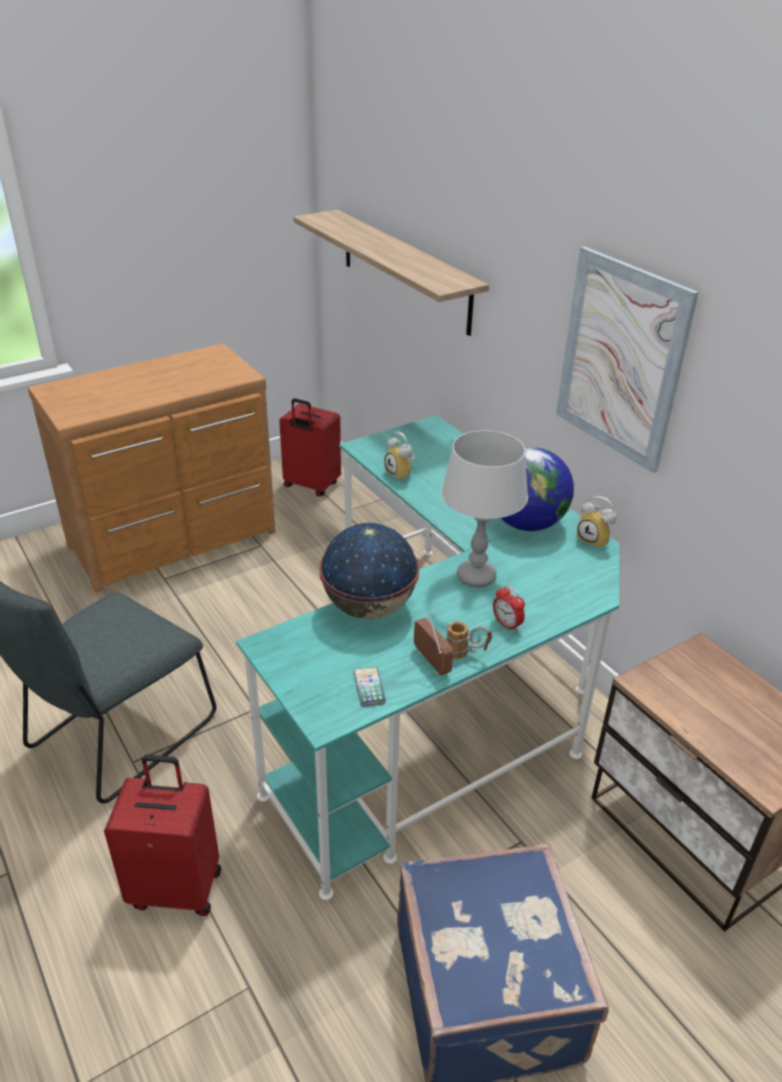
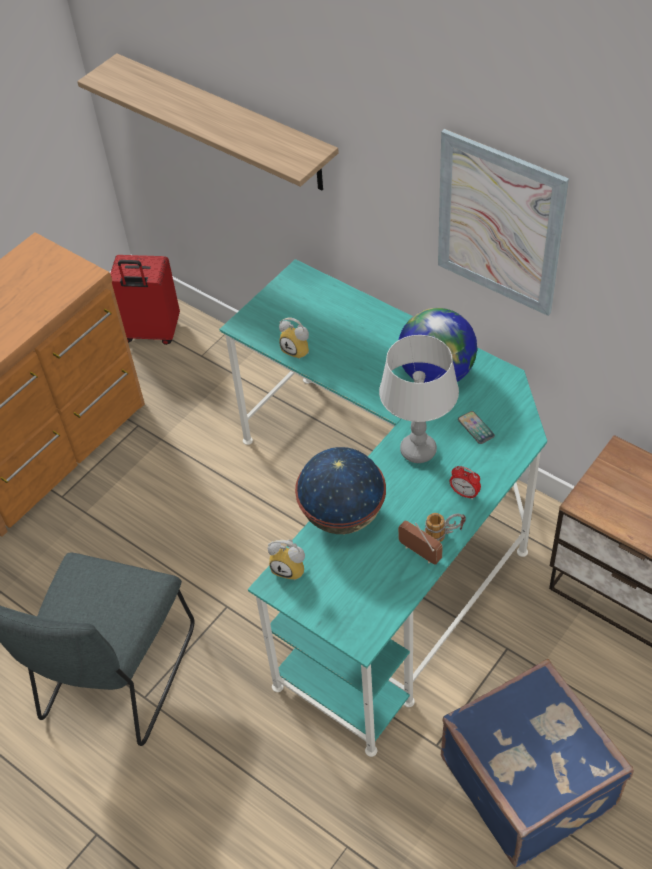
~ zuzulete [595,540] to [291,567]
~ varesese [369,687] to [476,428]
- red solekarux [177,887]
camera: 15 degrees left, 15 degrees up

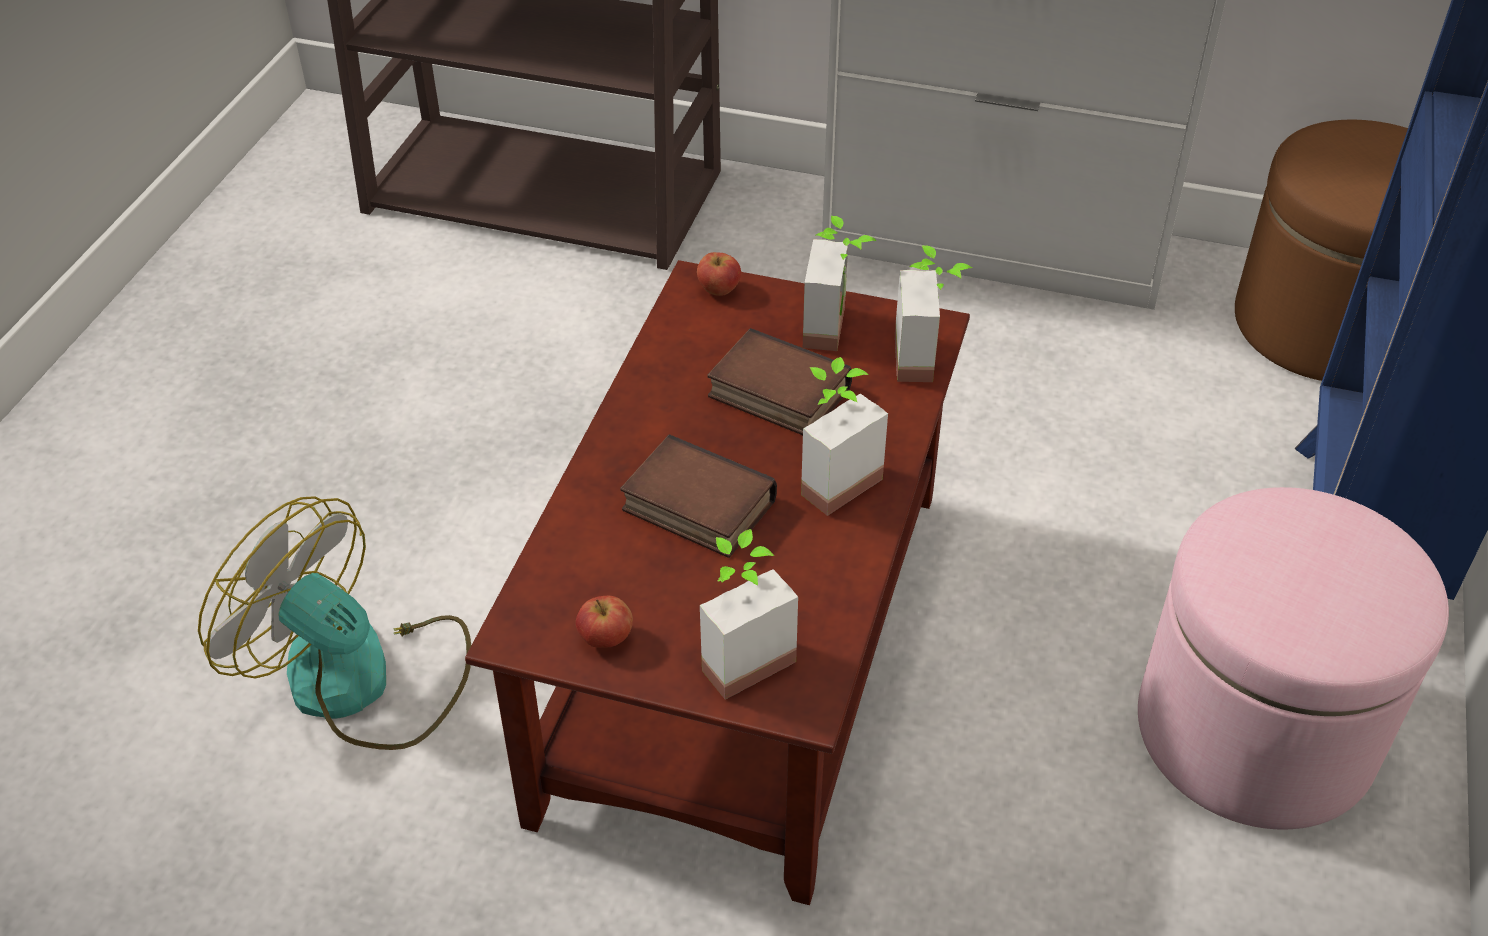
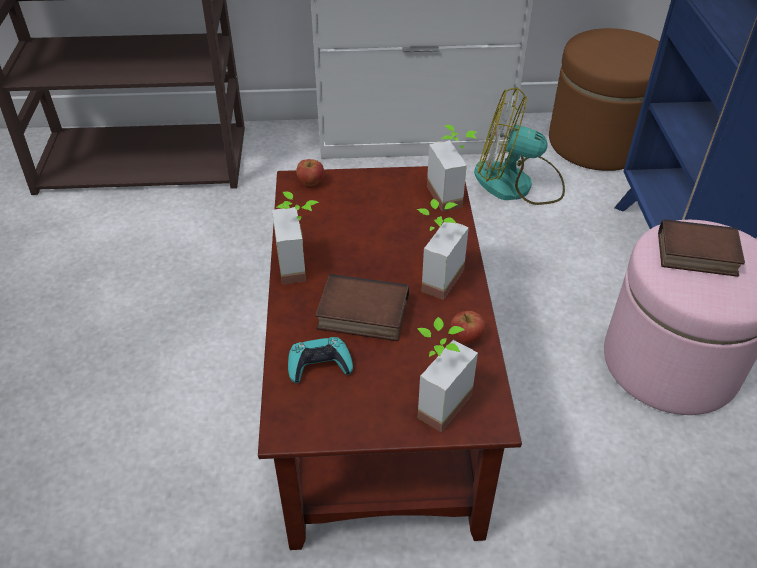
~ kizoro [838,328] to [301,265]
~ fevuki [775,394] to [695,255]
~ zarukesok [362,680] to [517,184]
~ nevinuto [606,639] to [466,338]
+ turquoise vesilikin [319,365]
camera: 20 degrees left, 0 degrees up

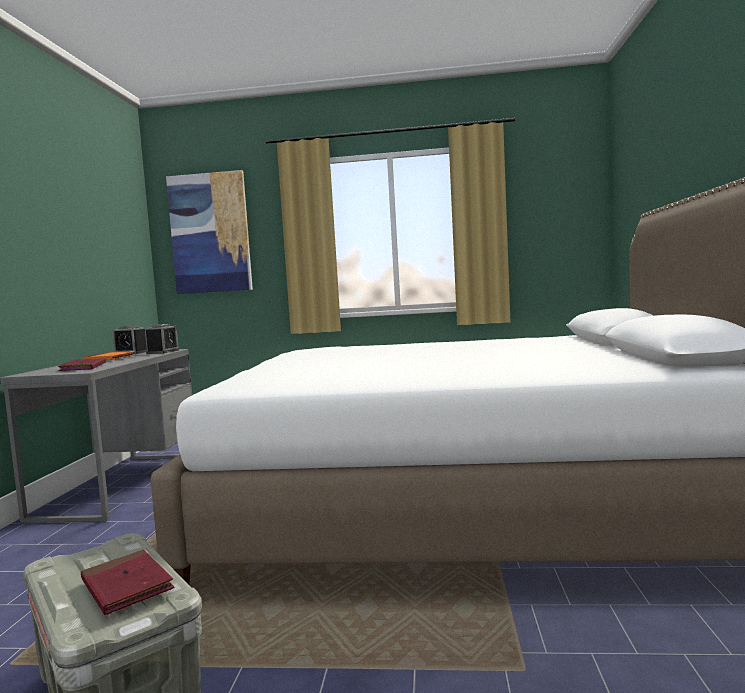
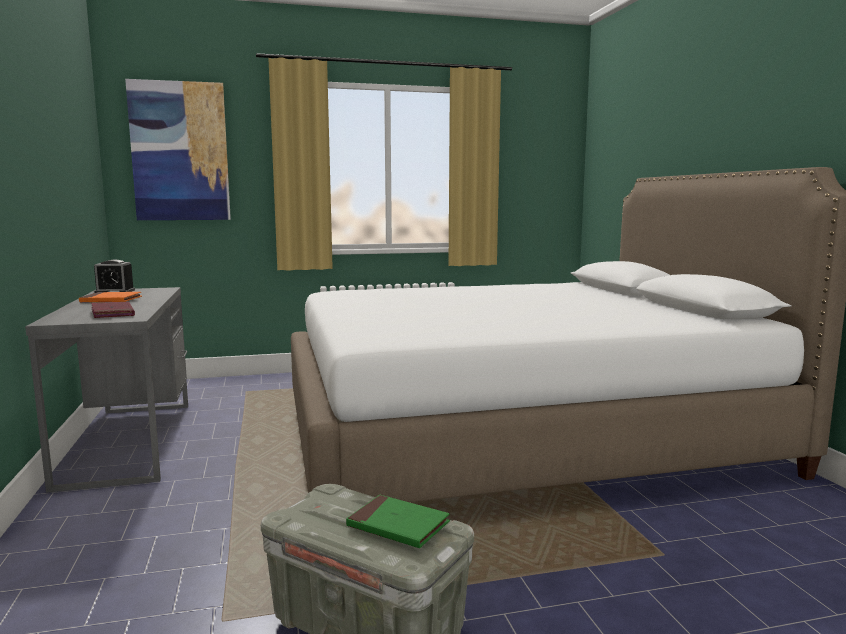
- zuzulete [163,352]
~ red fevuki [126,586] to green fevuki [398,525]
camera: 20 degrees left, 5 degrees up

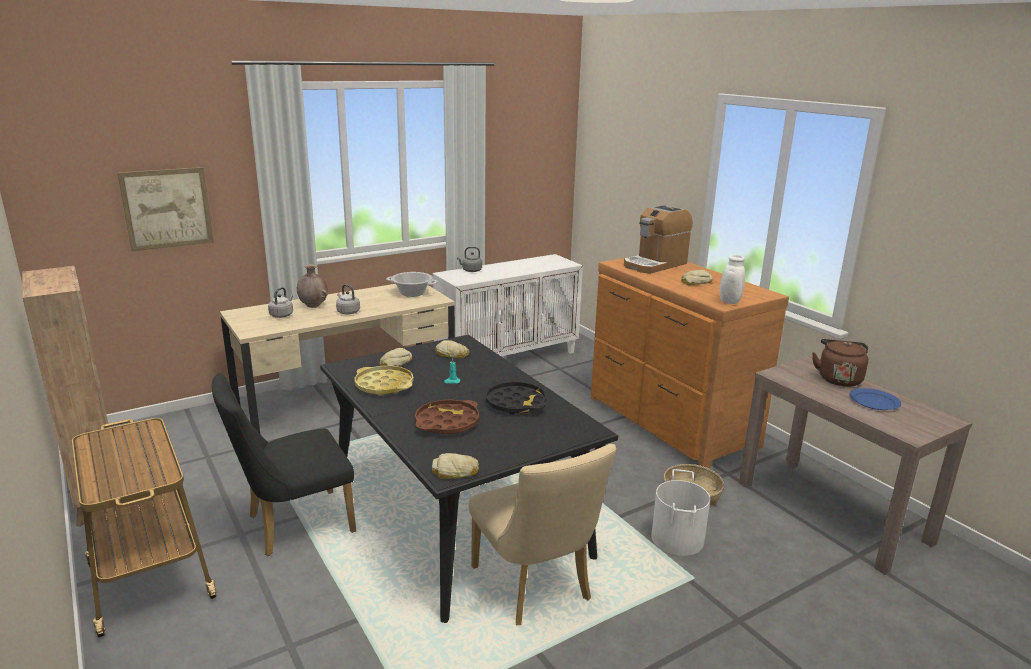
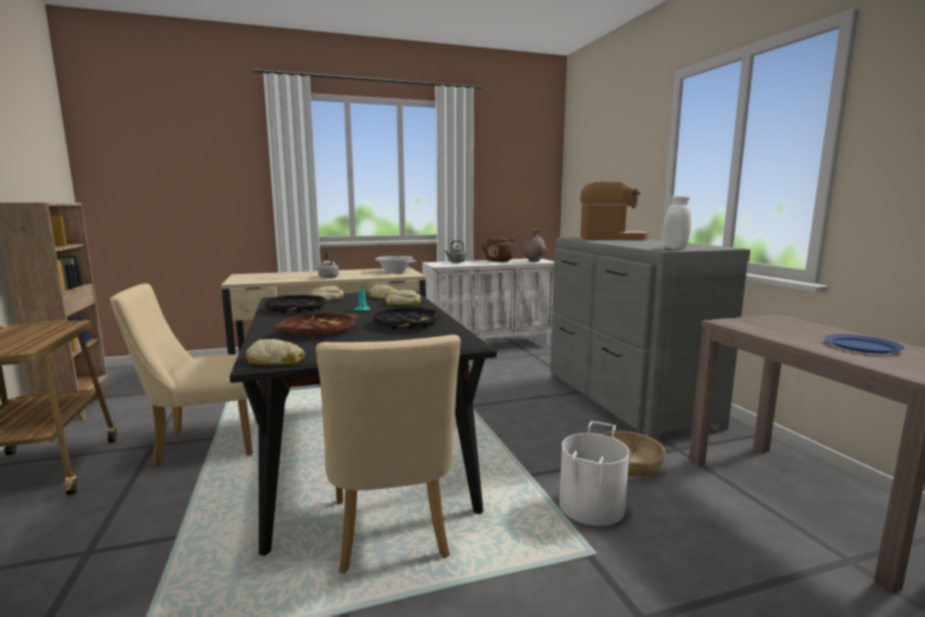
- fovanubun [167,208]
~ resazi [655,264] = [611,238] 150 degrees counterclockwise
~ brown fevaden [669,422] to grey fevaden [625,400]
~ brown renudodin [313,306] to [534,261]
~ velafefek [695,282] to [403,303]
- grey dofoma [282,315]
~ brown dofoma [838,379] to [499,261]
~ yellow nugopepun [384,385] to black nugopepun [296,308]
~ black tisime [293,525] to beige tisime [202,444]
camera: 15 degrees right, 10 degrees down

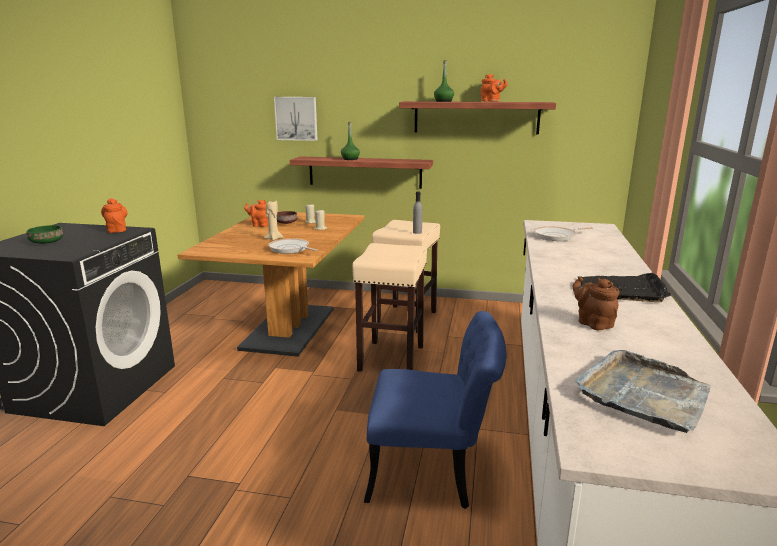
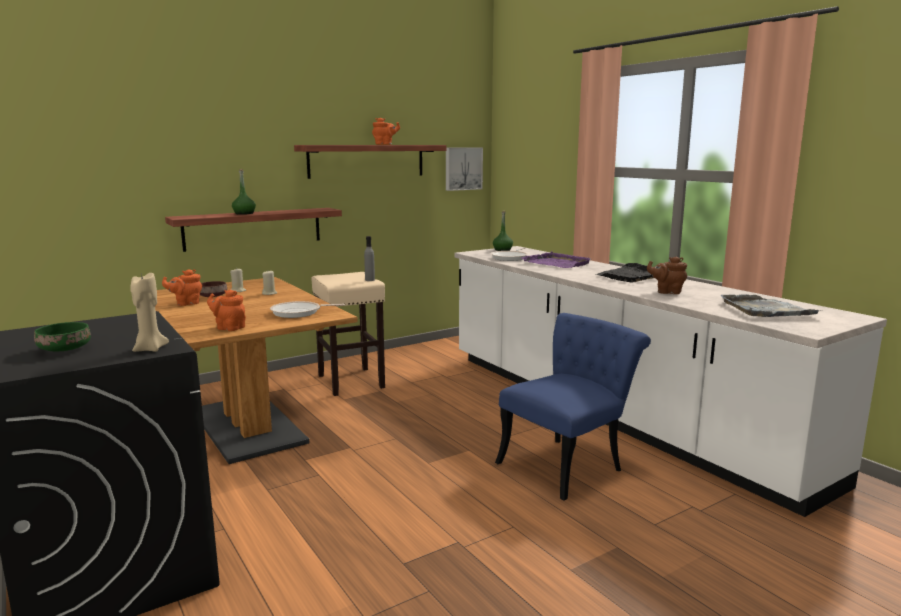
~ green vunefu [443,101] to [502,250]
~ fovanubun [296,118] to [463,168]
~ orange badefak [117,230] to [229,328]
~ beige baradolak [273,239] to [149,349]
- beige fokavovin [391,359]
+ purple nugopepun [556,263]
camera: 45 degrees left, 5 degrees down

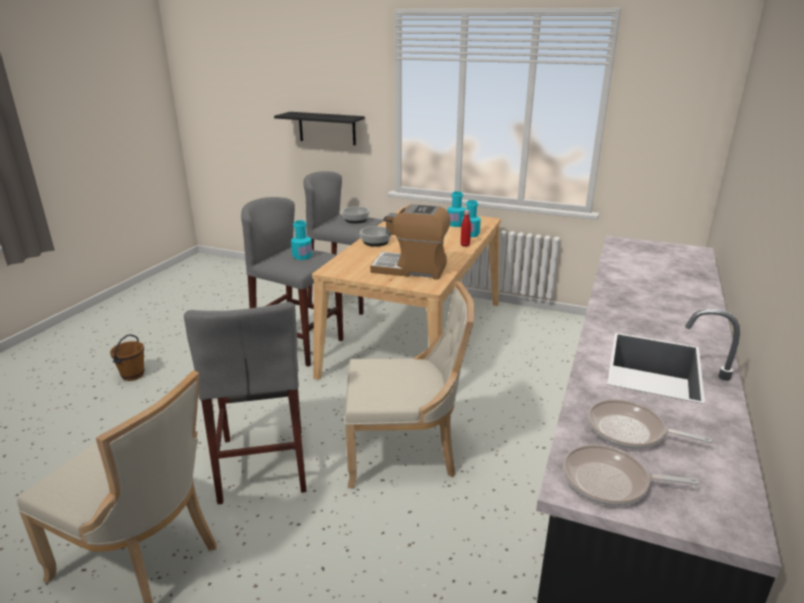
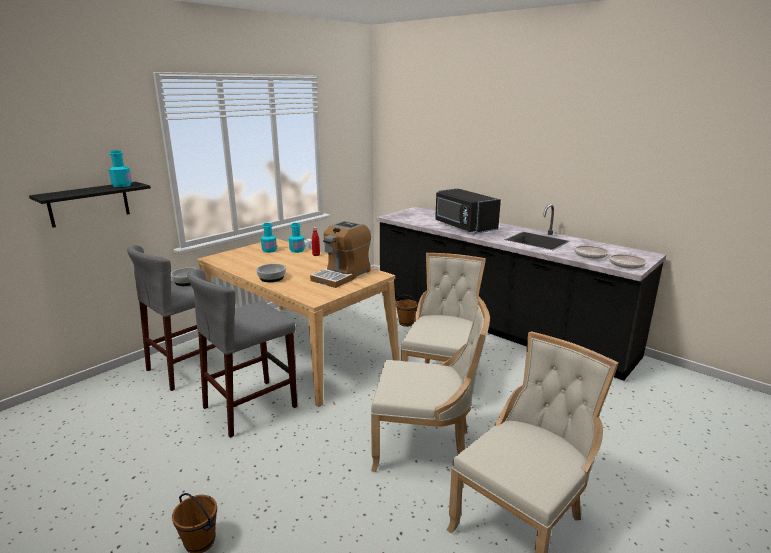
~ turquoise vunefu [302,256] to [122,185]
~ grey fokavovin [263,463] to beige tisime [426,447]
+ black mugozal [463,227]
+ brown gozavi [406,323]
camera: 70 degrees left, 5 degrees down

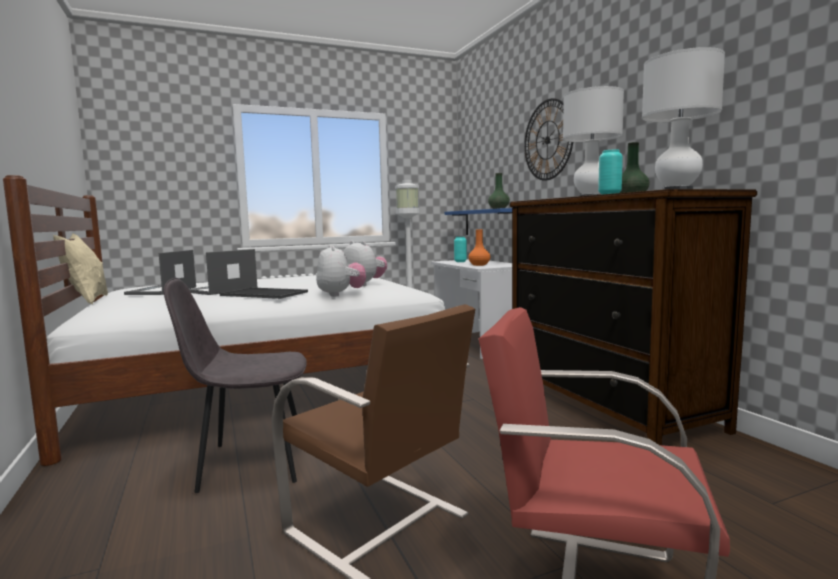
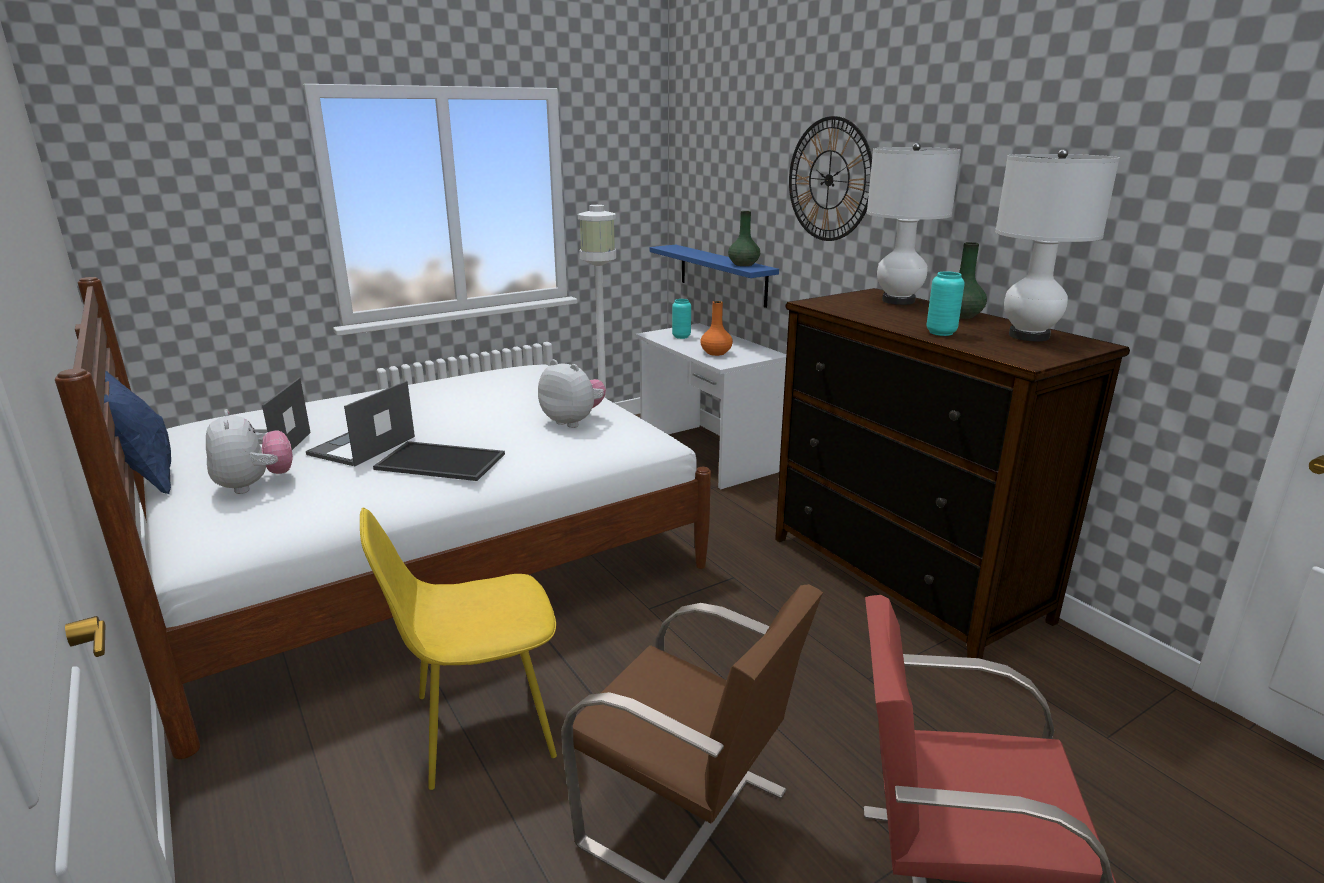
~ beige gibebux [86,300] to blue gibebux [146,478]
~ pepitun [341,294] to [254,485]
~ grey tisime [250,463] to yellow tisime [479,727]
camera: 10 degrees left, 15 degrees up

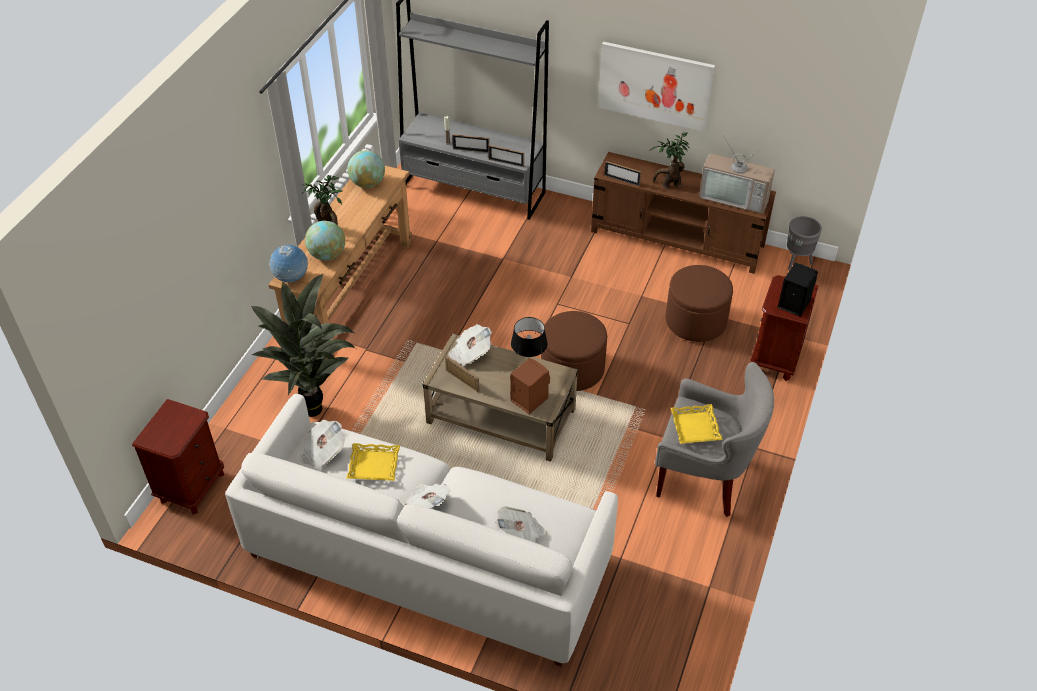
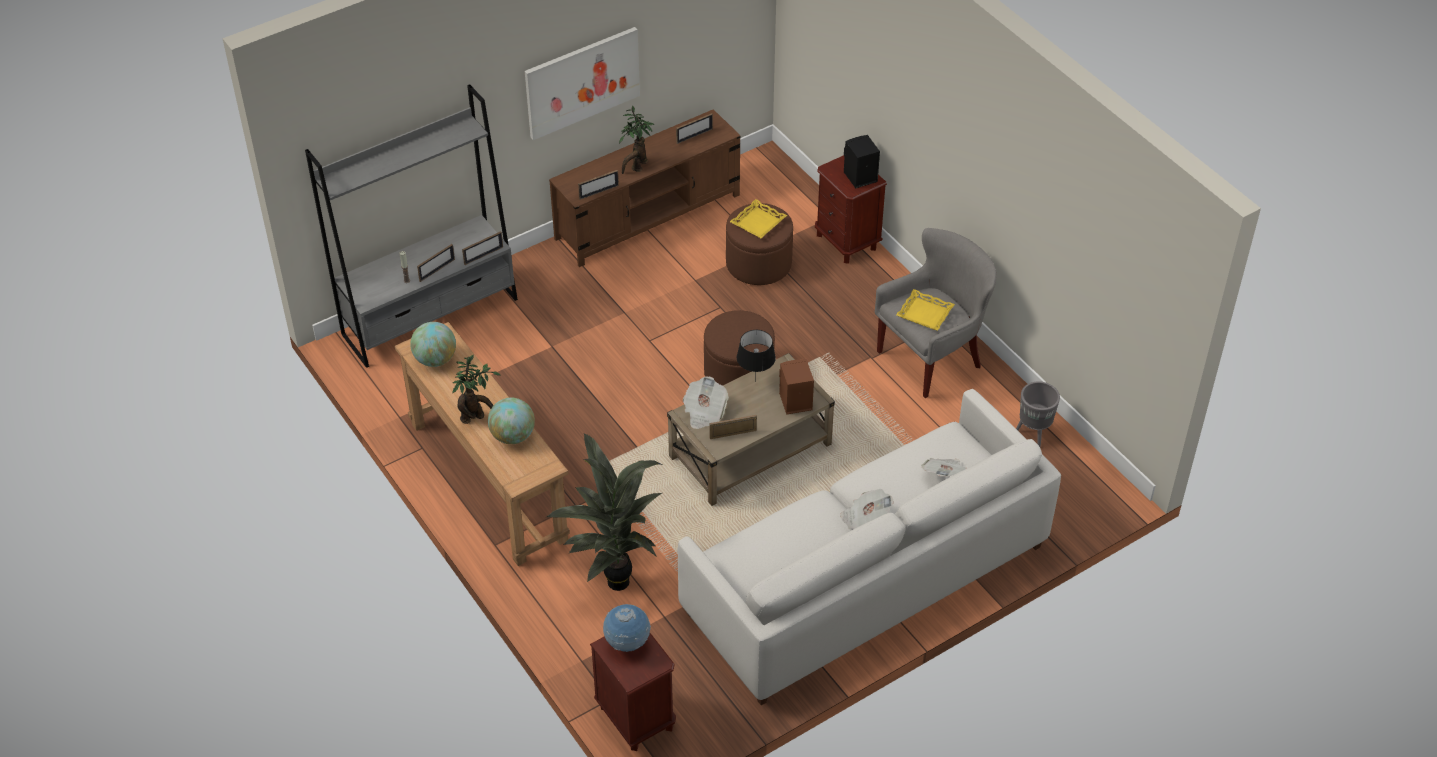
~ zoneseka [735,196] to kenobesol [694,136]
~ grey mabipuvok [797,262] to [1034,434]
~ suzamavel [291,278] to [627,643]
- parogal [322,452]
~ yellow nugopepun [373,465] to [758,223]
camera: 55 degrees left, 0 degrees up

